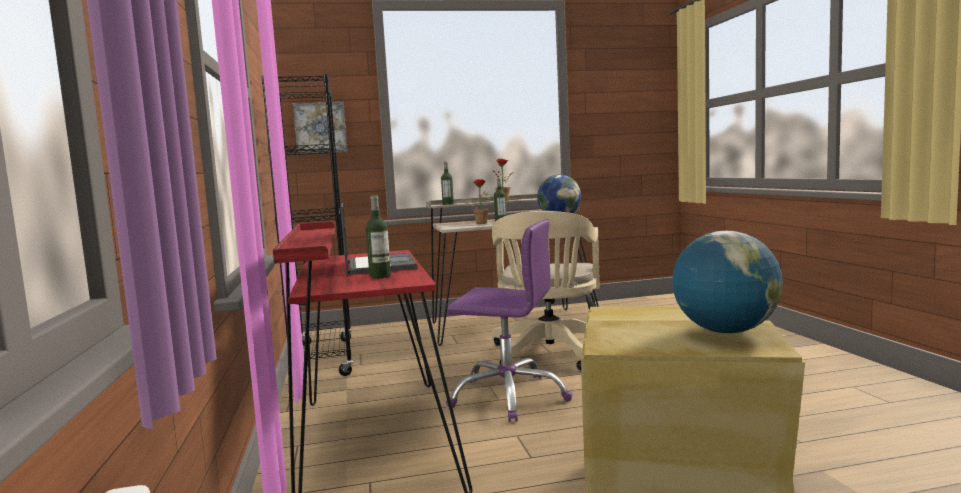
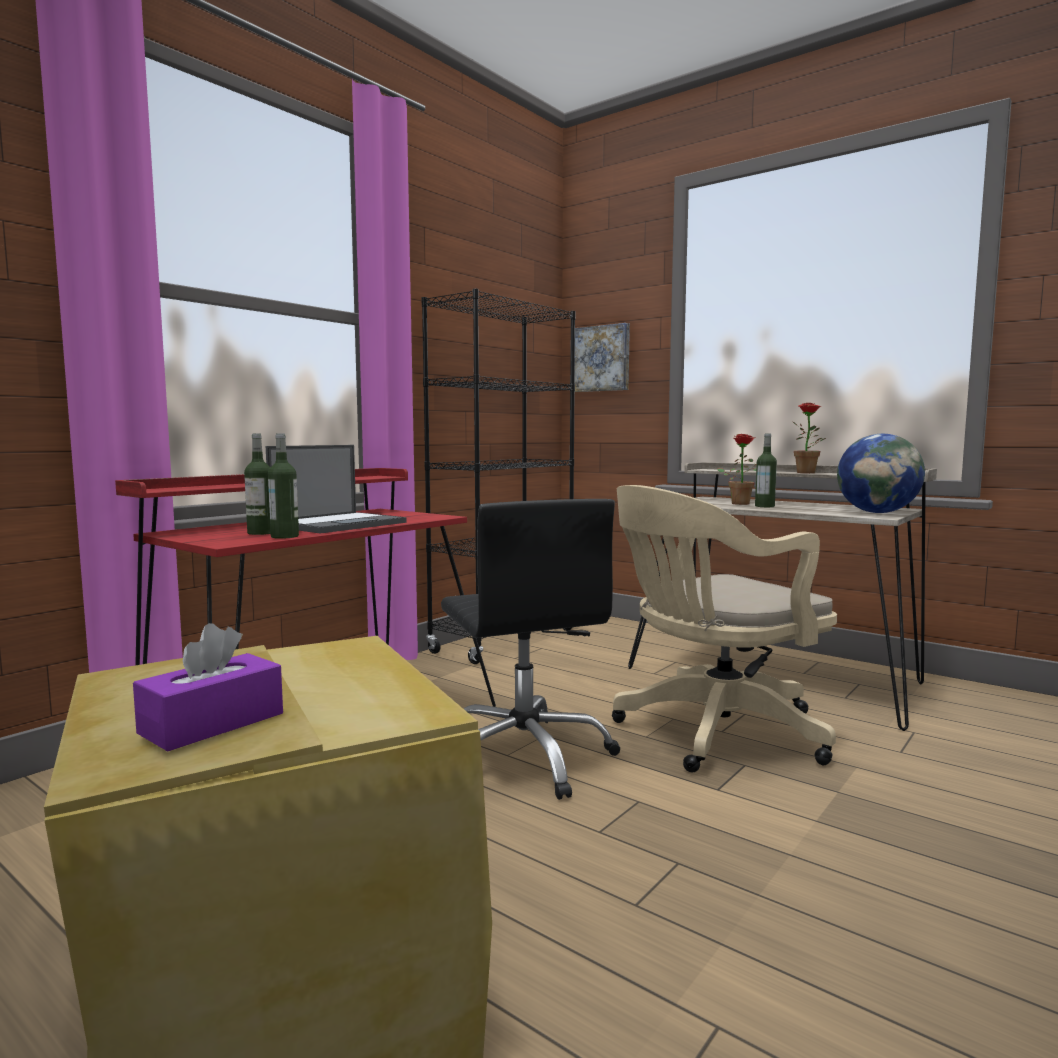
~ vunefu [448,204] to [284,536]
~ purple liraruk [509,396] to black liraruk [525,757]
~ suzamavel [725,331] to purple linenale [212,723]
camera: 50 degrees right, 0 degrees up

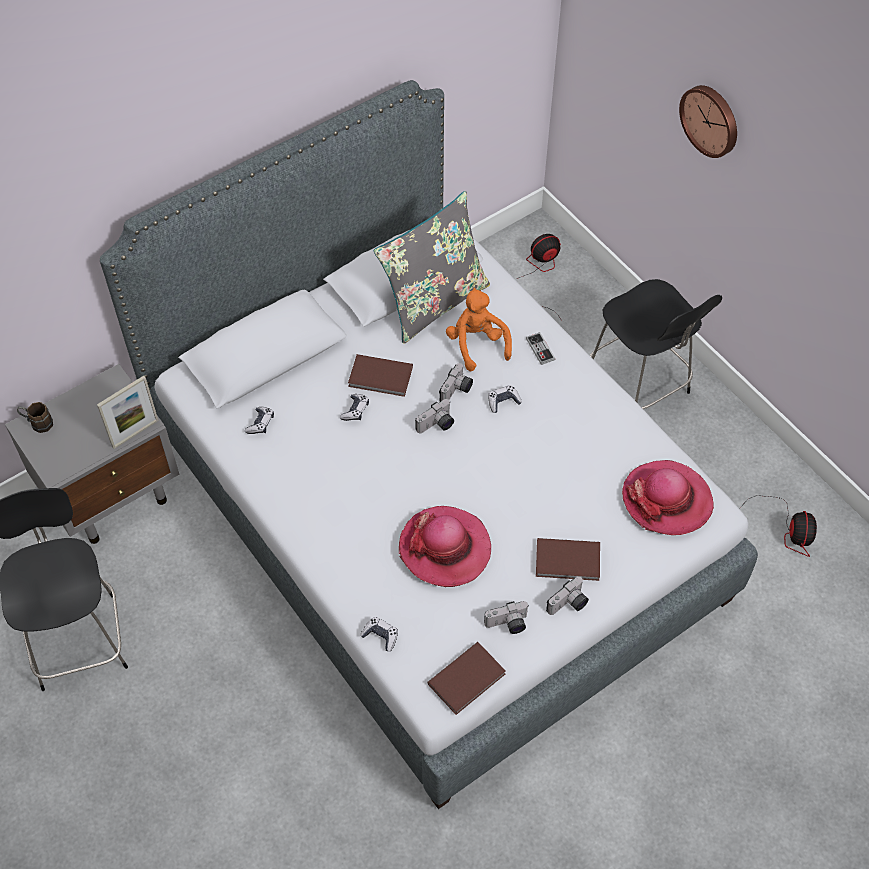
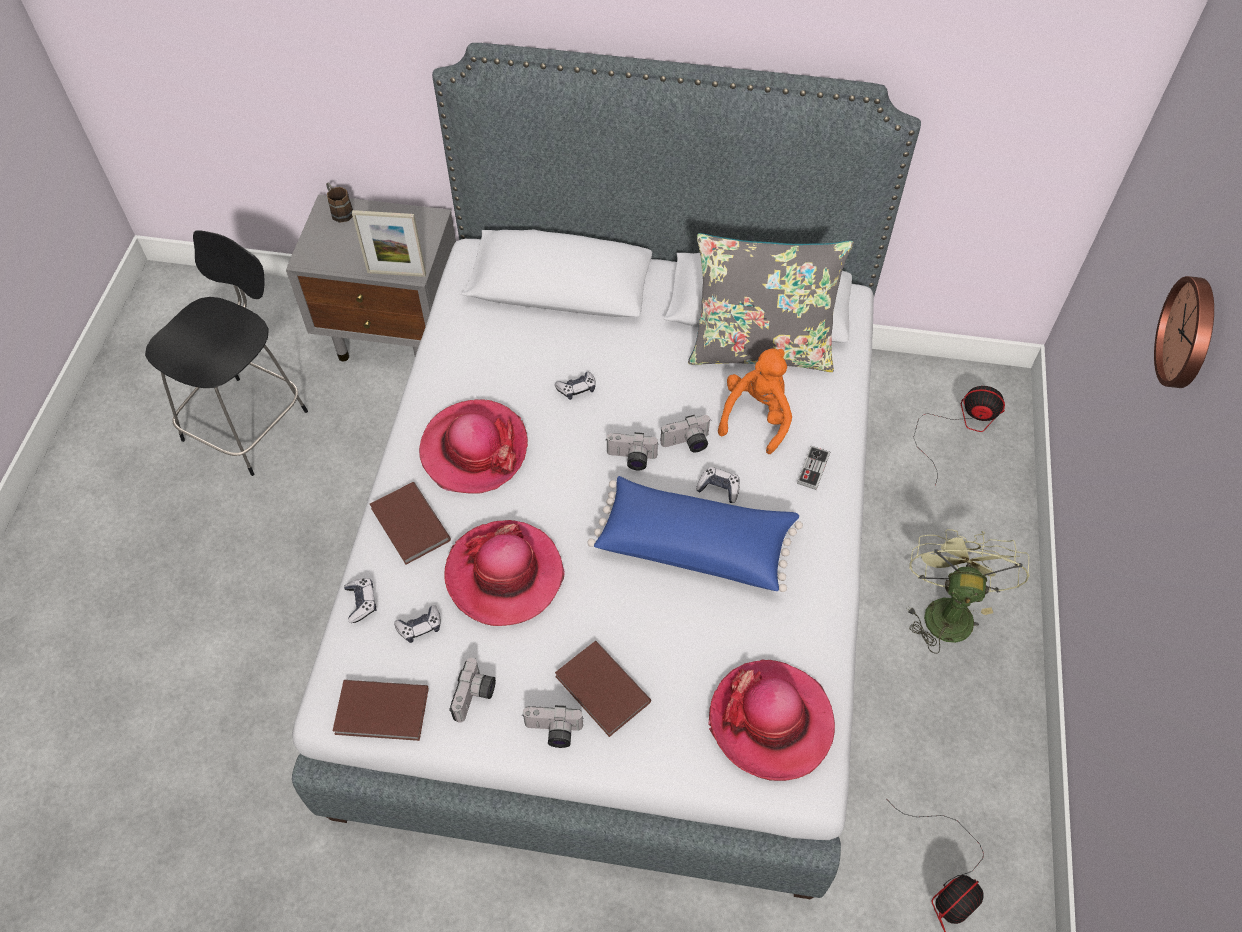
~ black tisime [639,387] to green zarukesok [946,609]
~ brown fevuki [381,378] to [409,526]
~ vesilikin [260,423] to [420,627]
~ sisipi [507,625] = [475,697] 105 degrees counterclockwise
+ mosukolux [474,449]
+ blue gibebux [694,544]
camera: 45 degrees right, 0 degrees up

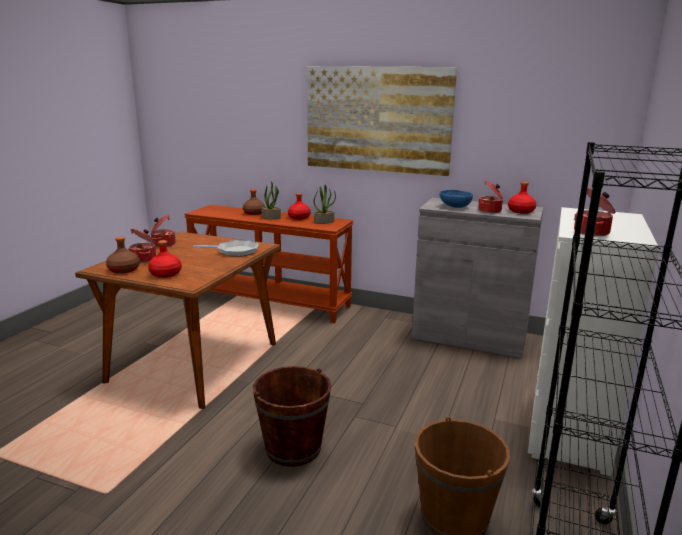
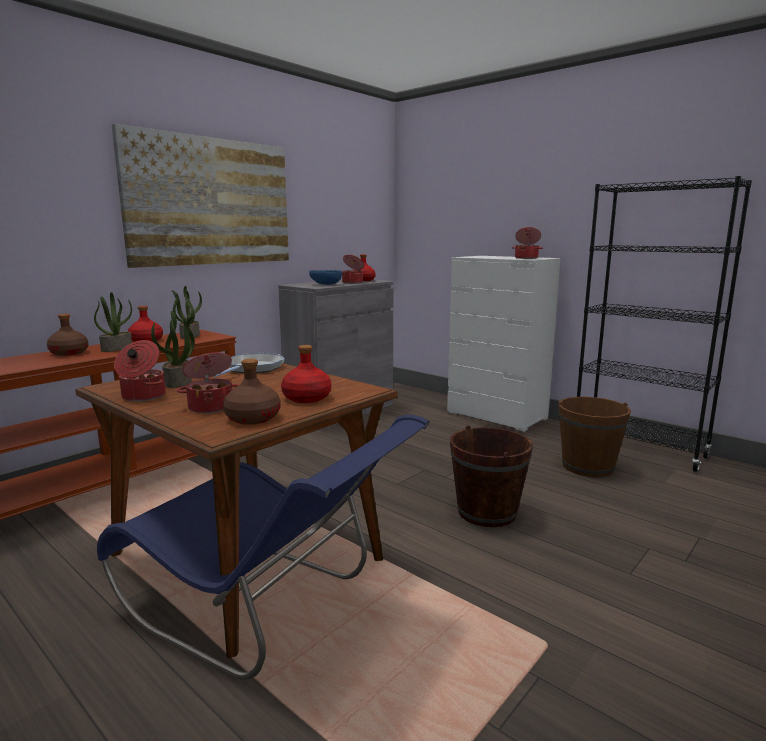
+ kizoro [178,382]
+ blue tisime [266,609]
camera: 70 degrees left, 5 degrees down

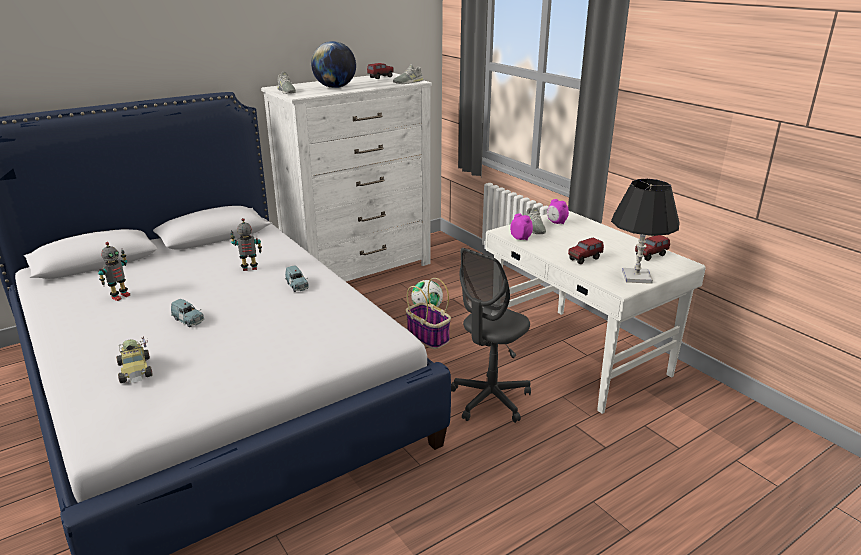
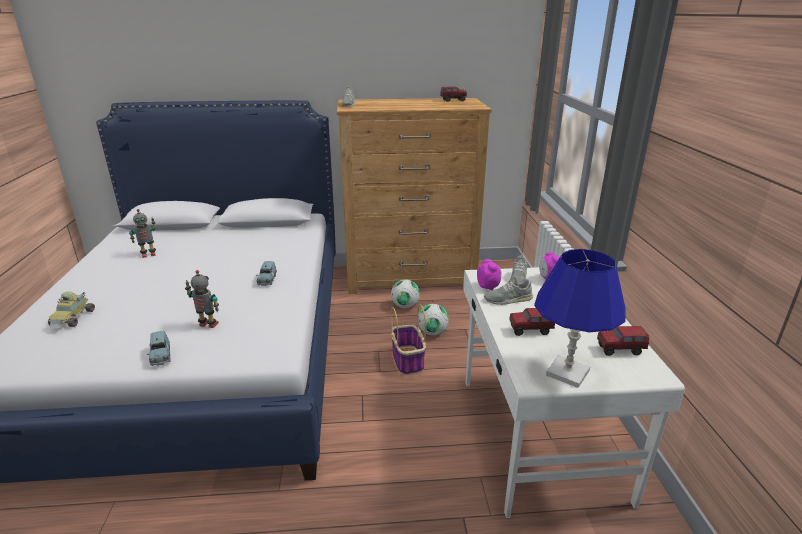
- suzamavel [335,87]
~ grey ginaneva [408,82] to [508,299]
~ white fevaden [359,268] to brown fevaden [410,277]
~ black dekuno [636,277] to blue dekuno [567,372]
~ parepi [249,269] to [208,325]
- grey liraruk [490,400]
~ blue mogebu [188,320] to [160,356]
+ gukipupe [405,306]
camera: 30 degrees right, 0 degrees up

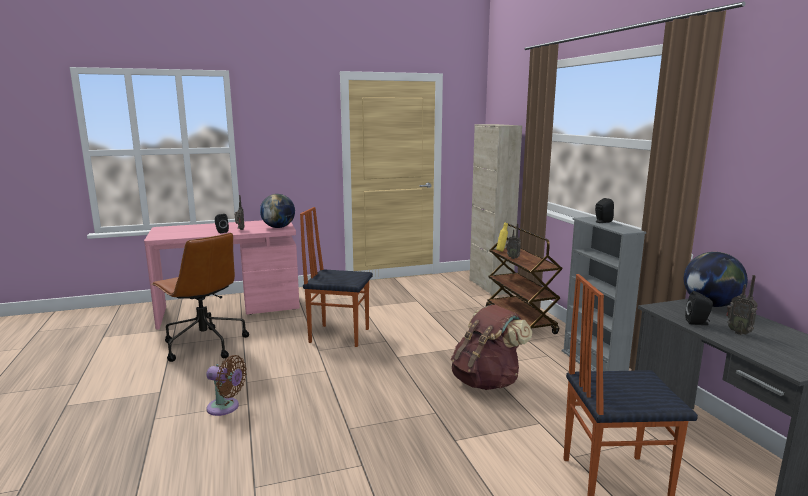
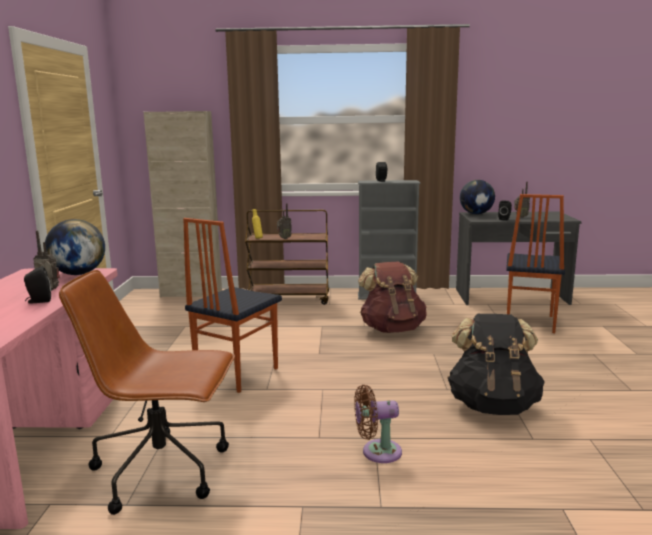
~ brown liraruk [204,345] = [164,470] 150 degrees counterclockwise
~ brown zarukesok [226,407] = [377,452] 135 degrees counterclockwise
+ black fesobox [493,405]
camera: 70 degrees left, 0 degrees up

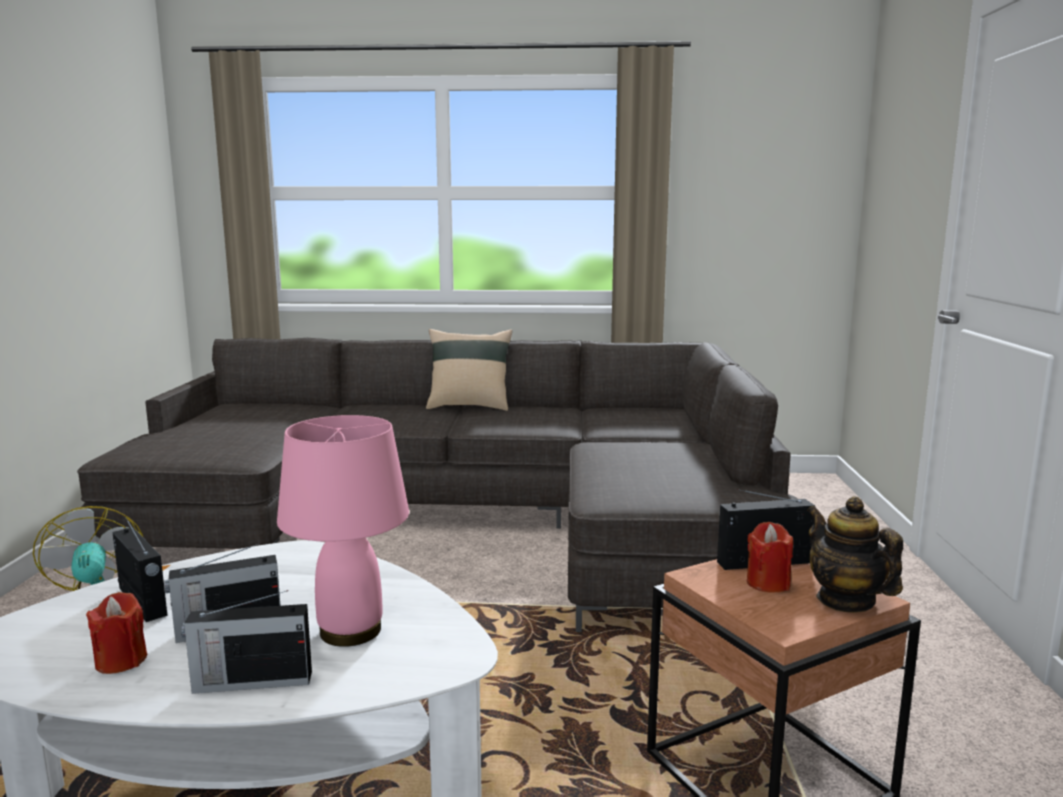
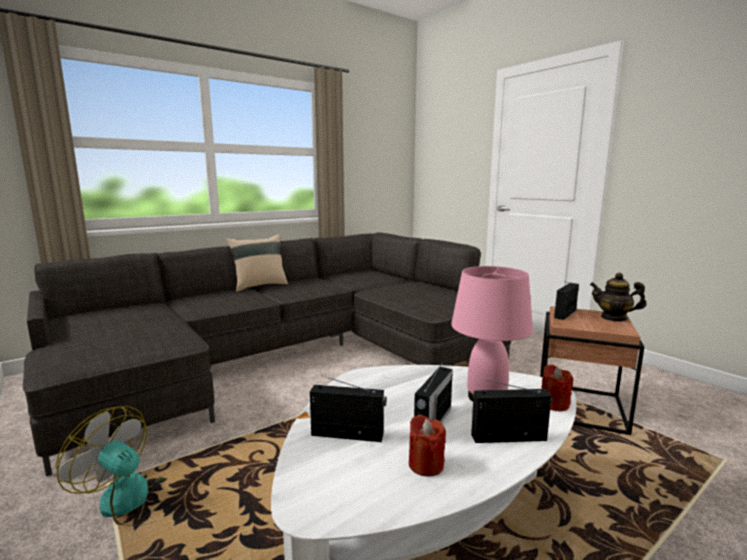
~ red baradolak [768,583] to [554,404]
~ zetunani [250,682] = [510,437] 135 degrees counterclockwise
camera: 40 degrees left, 0 degrees up

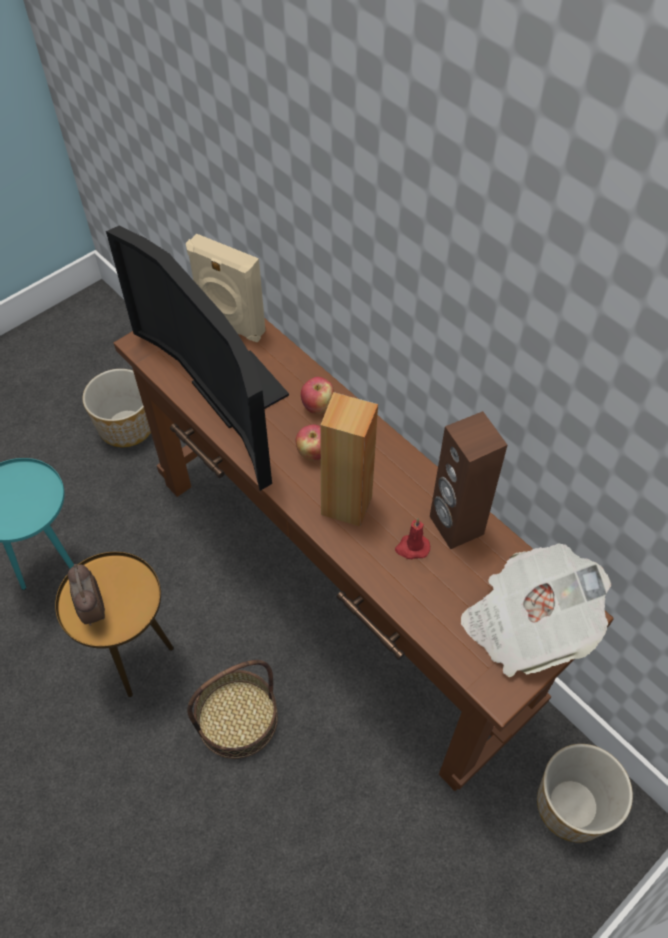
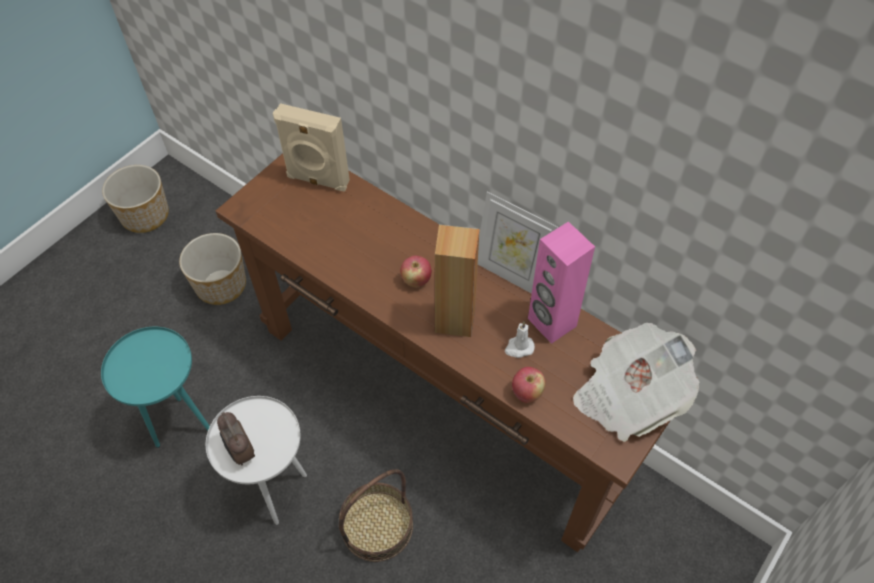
- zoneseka [227,394]
~ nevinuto [317,406] to [526,393]
~ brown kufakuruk [455,525] to pink kufakuruk [551,323]
~ red baradolak [412,548] to white baradolak [519,348]
~ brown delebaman [138,661] to white delebaman [277,492]
~ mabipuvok [572,807] to [145,216]
+ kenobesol [510,274]
camera: 10 degrees left, 0 degrees up

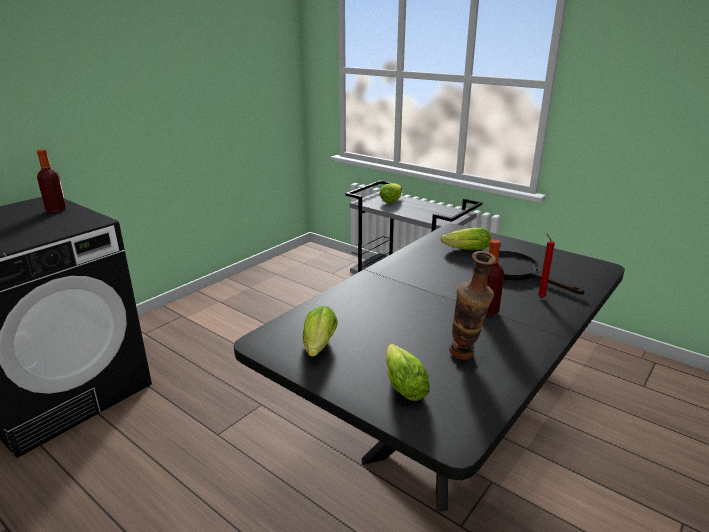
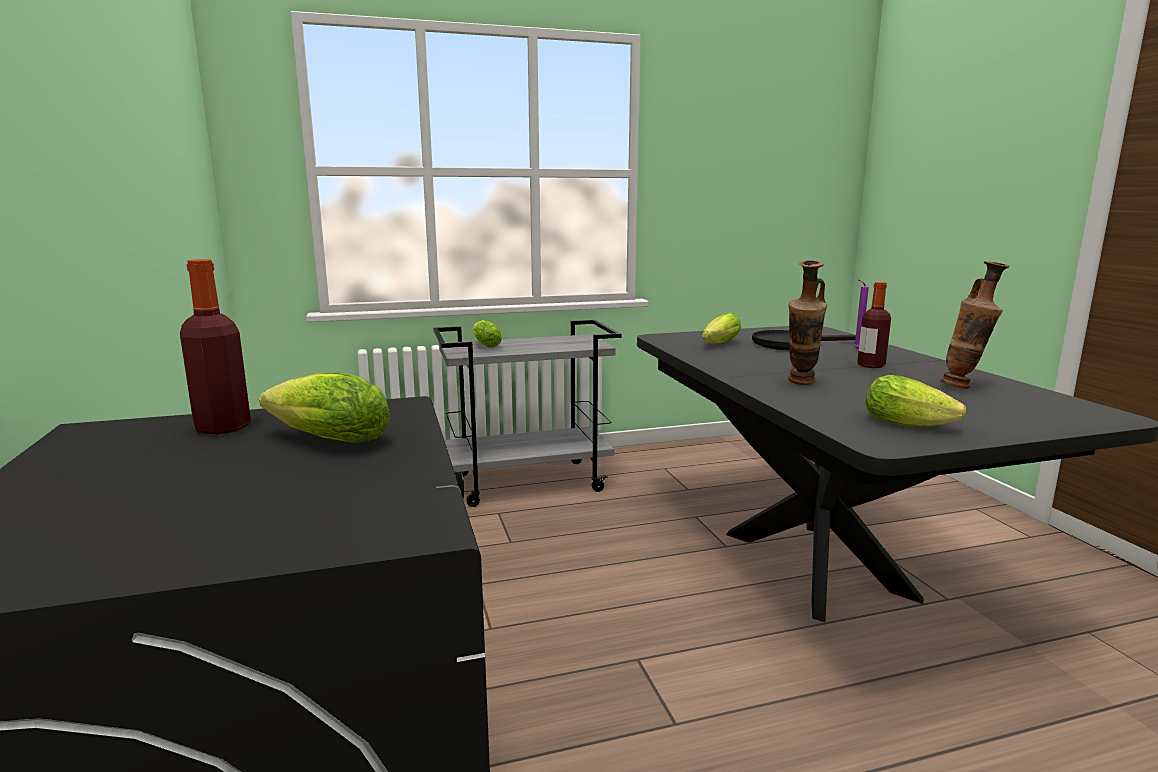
~ red baradolak [540,297] to purple baradolak [856,349]
~ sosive [402,383] to [323,440]
+ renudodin [801,384]
camera: 55 degrees left, 10 degrees down

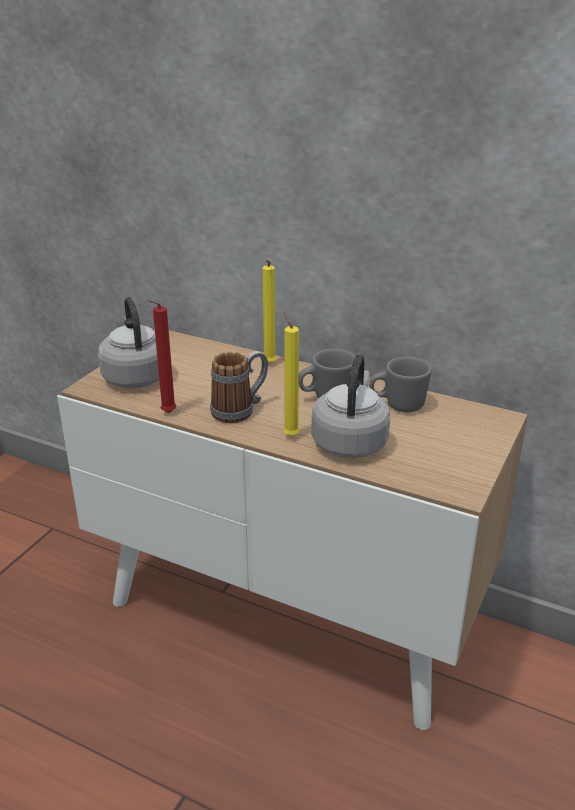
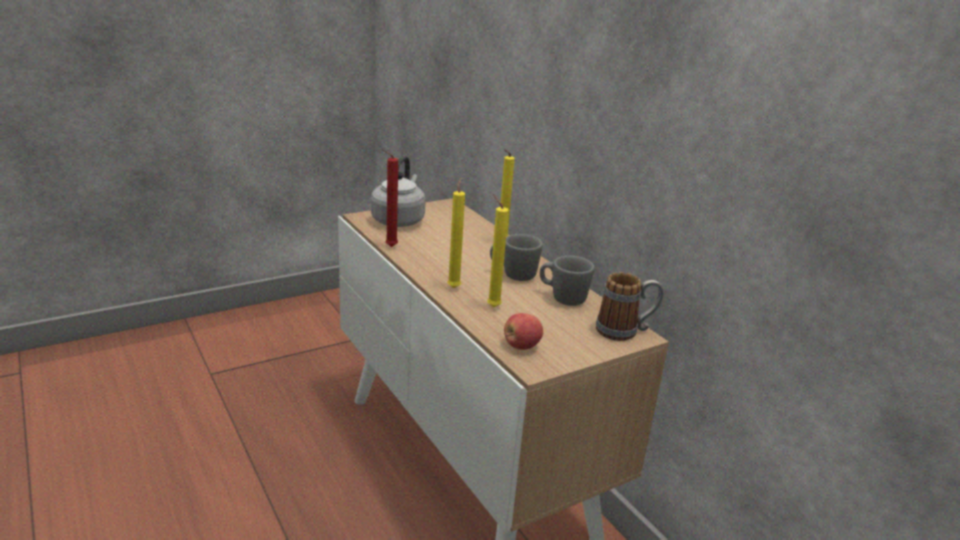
~ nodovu [240,410] to [625,331]
~ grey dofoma [350,442] to yellow baradolak [492,306]
+ nevinuto [521,346]
camera: 30 degrees right, 5 degrees down

